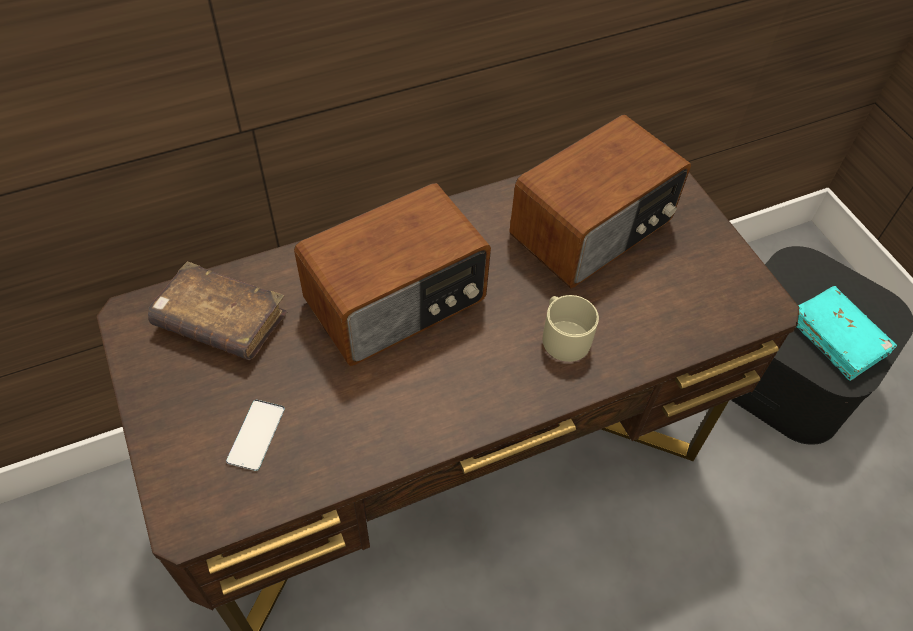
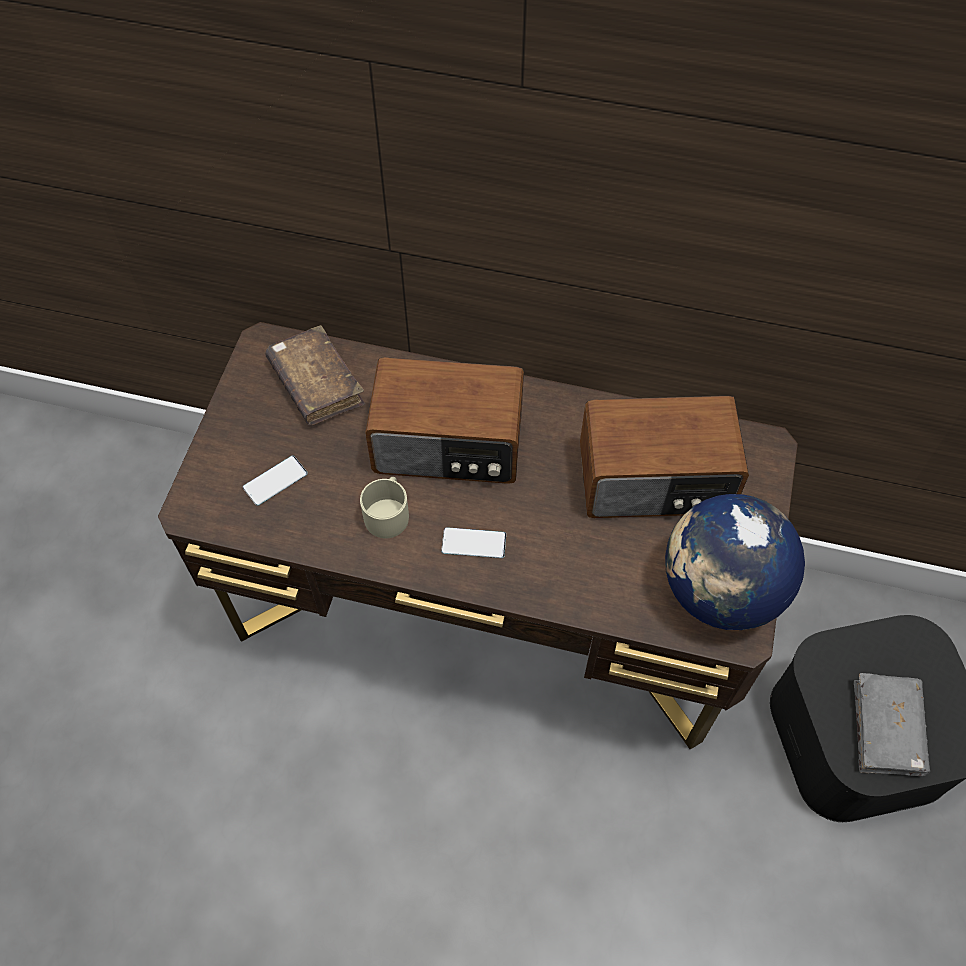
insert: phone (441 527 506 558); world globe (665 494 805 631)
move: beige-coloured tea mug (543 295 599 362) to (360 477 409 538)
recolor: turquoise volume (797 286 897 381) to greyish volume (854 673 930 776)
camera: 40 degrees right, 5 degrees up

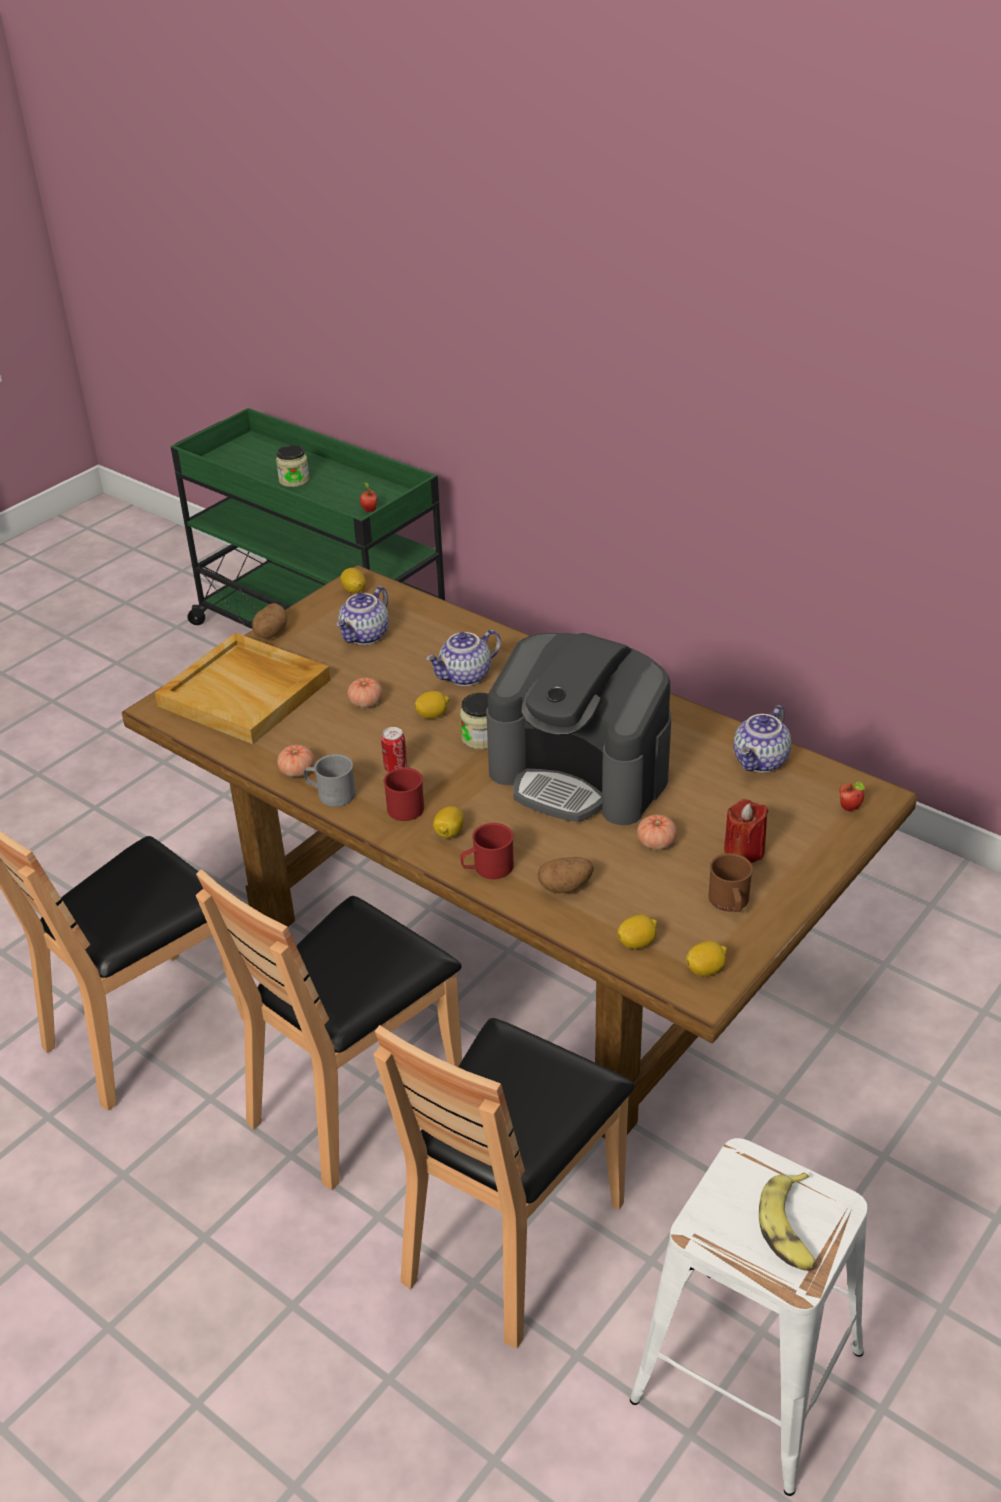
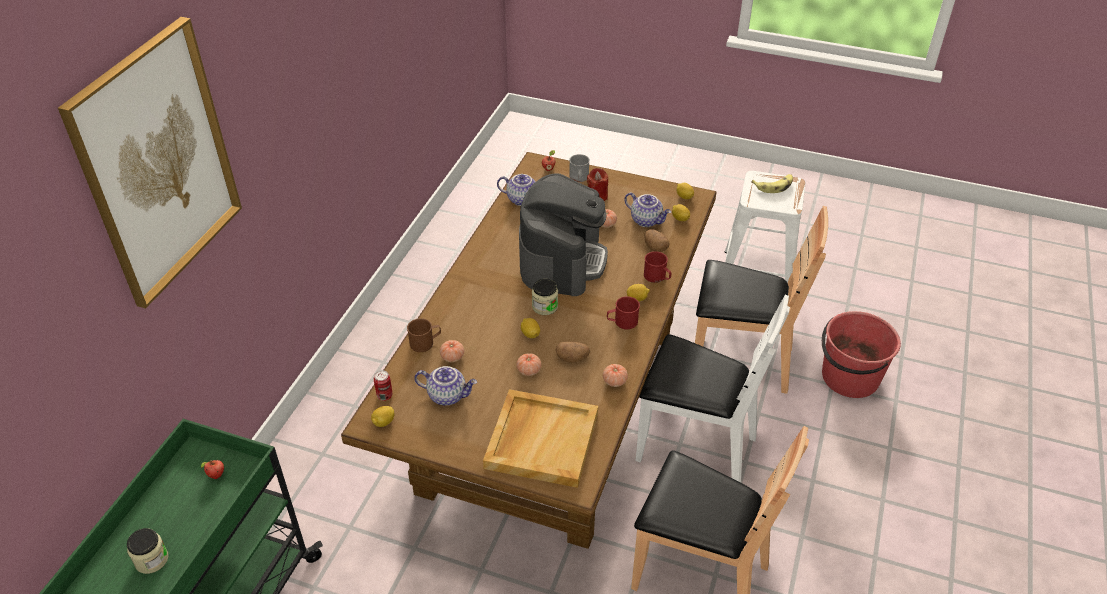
insert: picture (58 17 242 309); fresh tomato (440 340 464 362); reddish water bucket (822 311 901 398)
move: sealed can (381 727 407 772) to (374 370 392 401); brown tea mug (708 853 753 912) to (407 318 441 352); spud (252 603 288 638) to (556 341 590 363); greyish tea mug (304 754 356 807) to (569 154 590 182); pot for tea (426 630 501 686) to (624 192 671 227)
recolor: brown upright chair (196 869 462 1190) to white-coloured upright chair (636 294 790 483)
camera: 110 degrees left, 5 degrees up

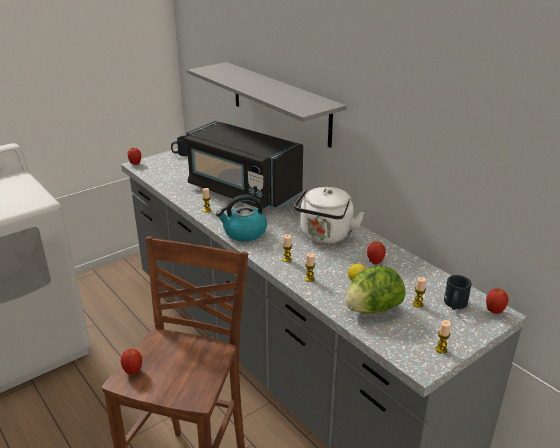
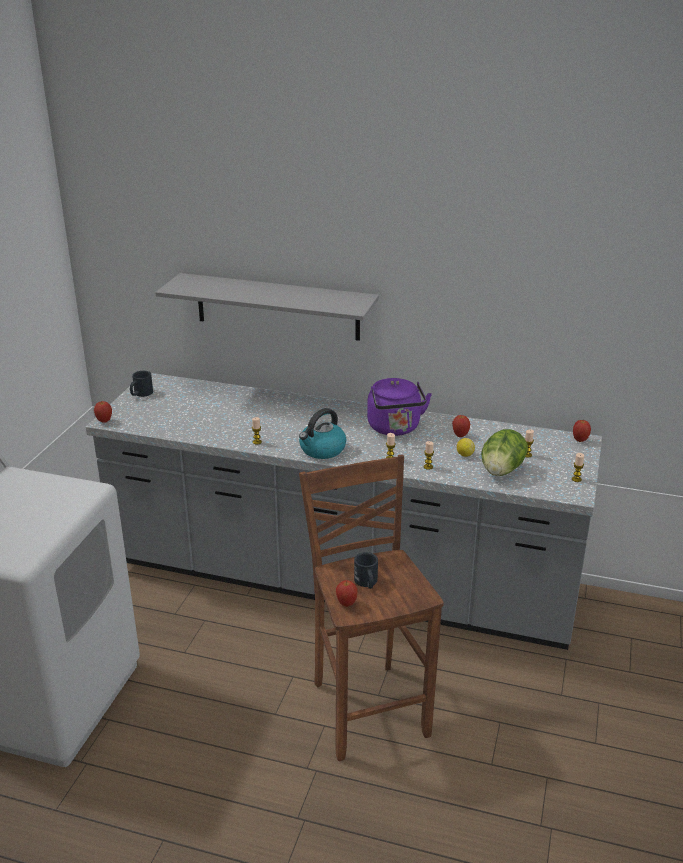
delete: blackish microwave oven (184 121 303 209)
move: blackish tea mug (444 275 472 310) to (354 552 378 589)
recolor: white-coloured kettle (294 187 364 244) to purple kettle (367 378 432 436)
camera: 35 degrees left, 0 degrees up

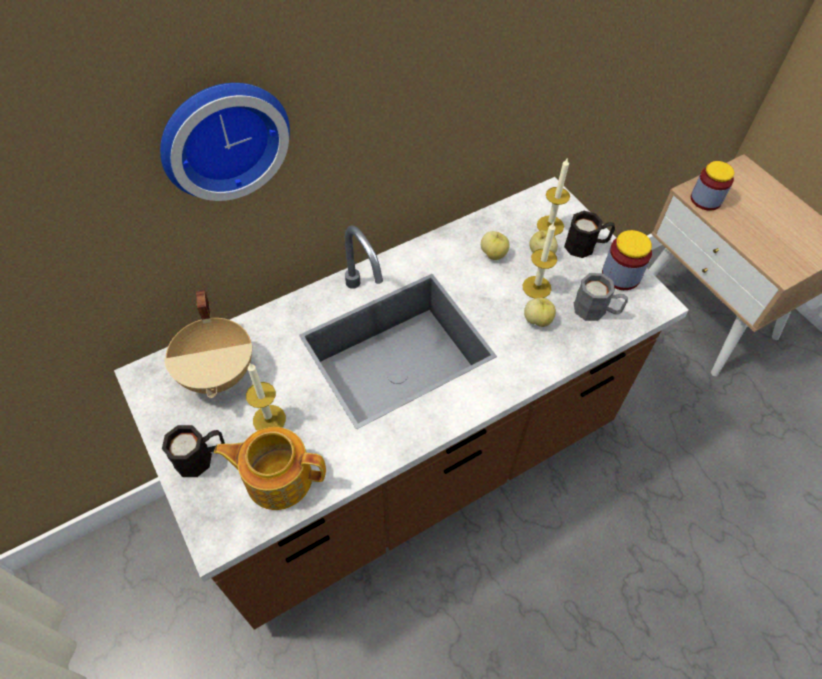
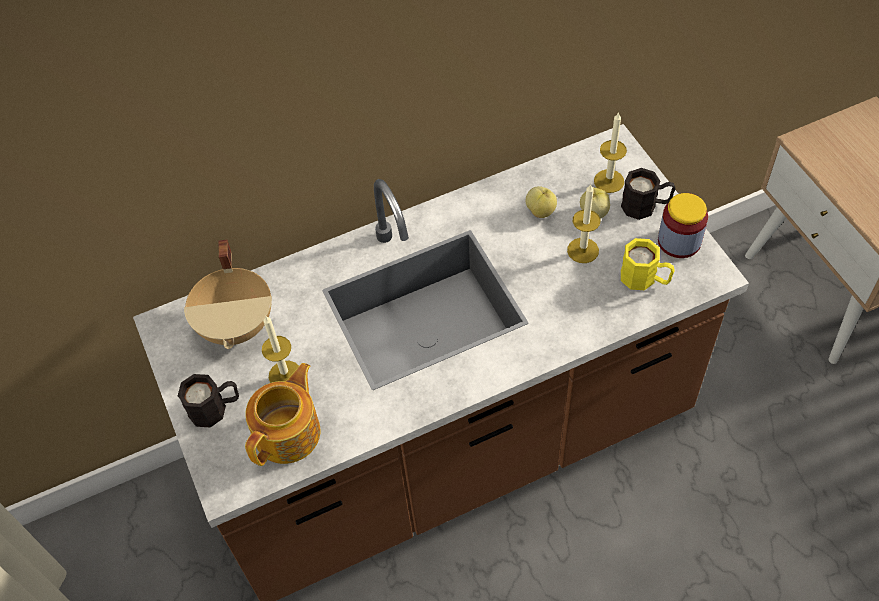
delete: hanging clock (160 83 290 201); apple fruit (524 298 556 327); storage jar (691 161 735 211)
recolor: greyish tea mug (574 273 628 321) to yellowish tea mug (621 238 675 290)
rotate: pot for tea (214 427 326 510) = (245 363 320 466) 105 degrees clockwise
camera: 10 degrees right, 0 degrees up

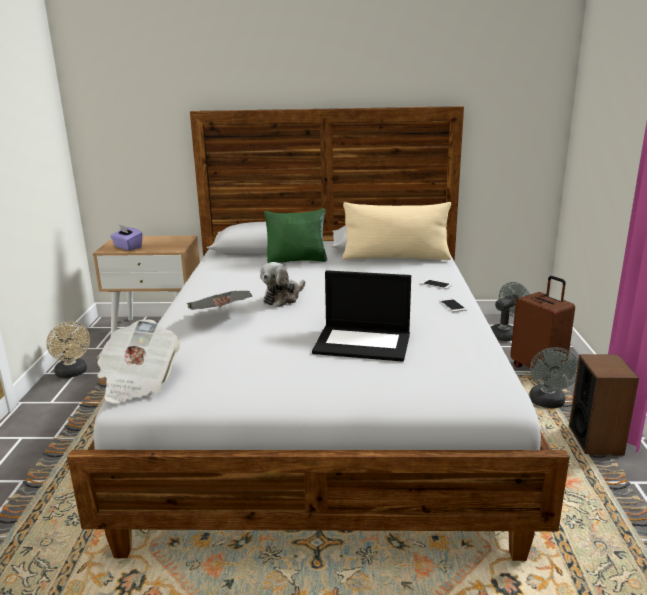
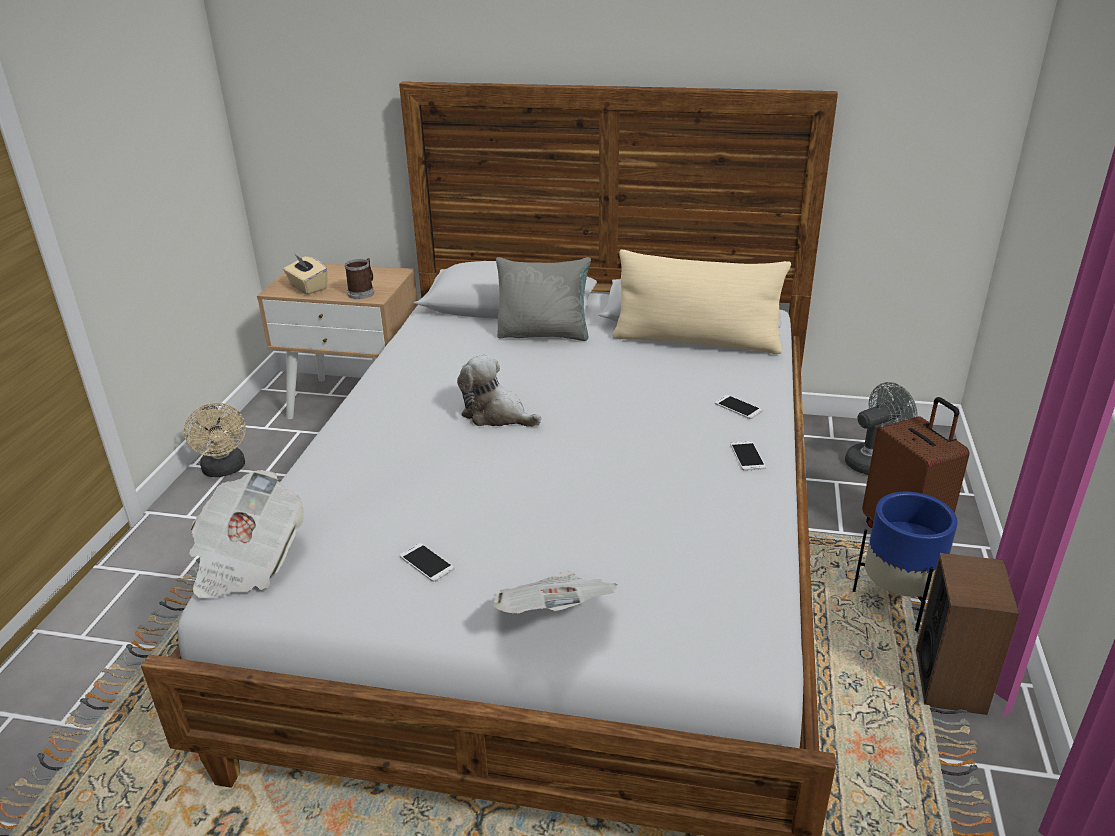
delete: portable computer (312 270 411 362)
insert: tea mug (345 258 374 299); phone (400 543 455 582)
move: printed paper (187 291 252 310) to (493 571 618 613)
replace: greyish cooling fan (529 347 578 408) to bluish flower pot (853 492 958 632)
recolor: purple tissue box (110 225 143 251) to beige-coloured tissue box (283 253 328 295); green-coloured cushion (264 208 327 263) to greyish cushion (496 257 591 341)
rotate: plush toy (260 262 305 307) = (457 355 541 427) 75 degrees clockwise
camera: 10 degrees right, 10 degrees up

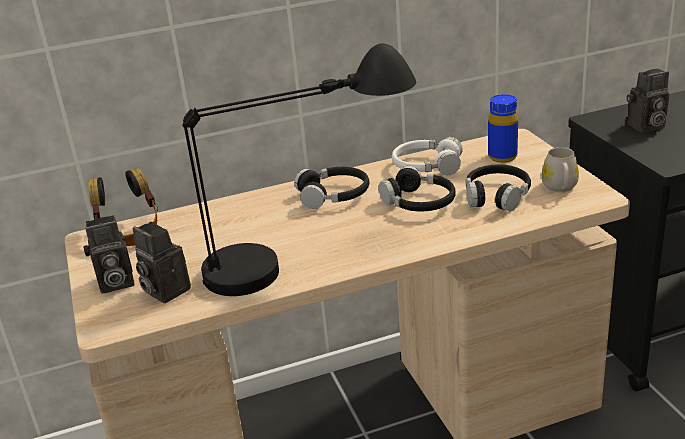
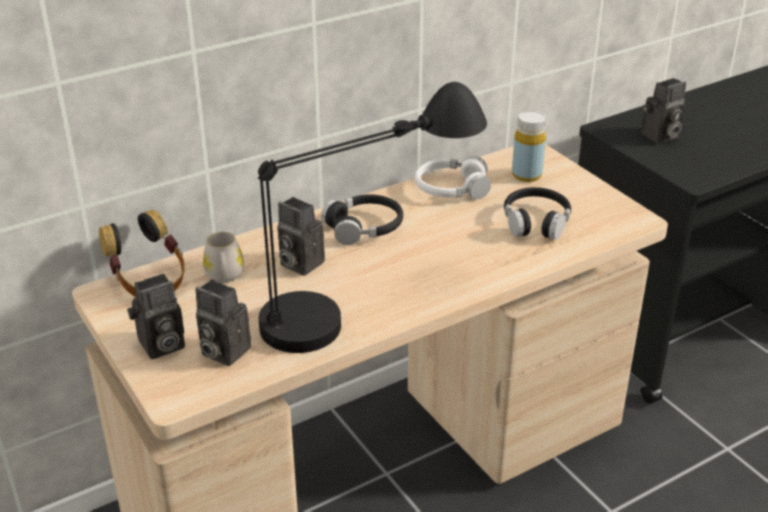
delete: blackish headphones (379 166 456 211)
insert: photo camera (277 197 325 276)
move: white-coloured tea mug (542 147 579 192) to (203 232 244 283)
recolor: bluish beverage bottle (488 94 518 163) to yellowish beverage bottle (512 111 546 182)
camera: 15 degrees left, 5 degrees up

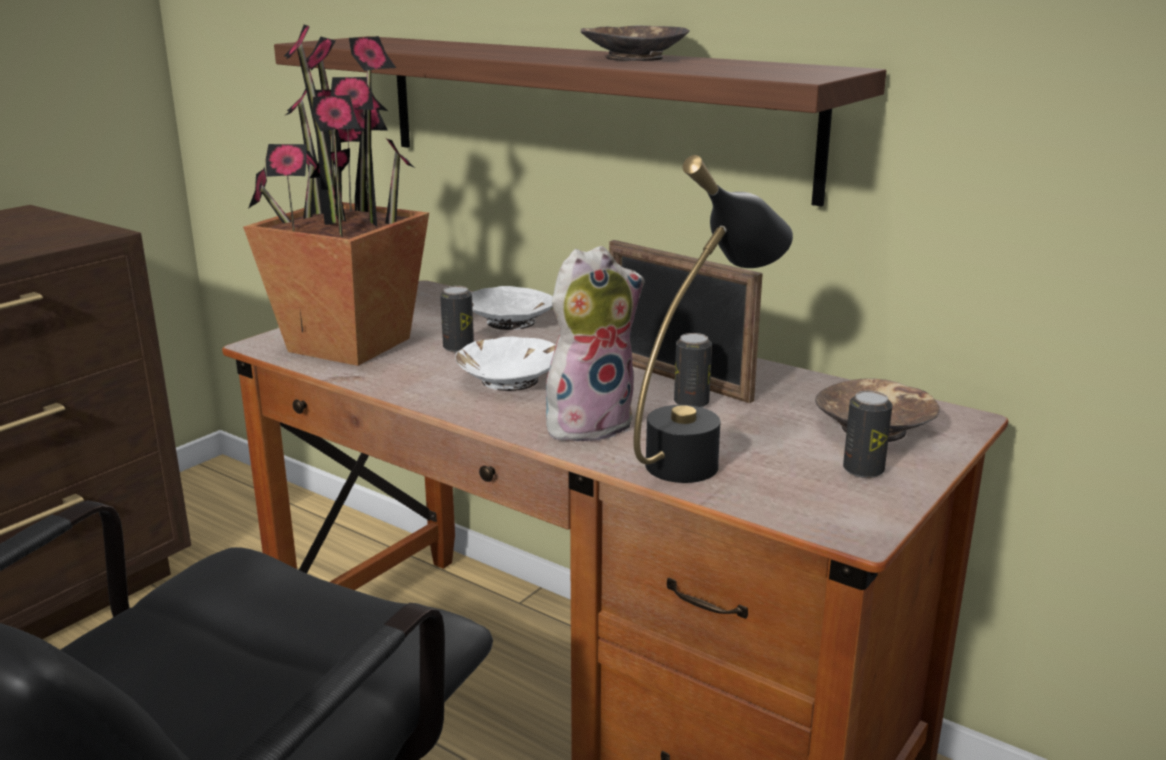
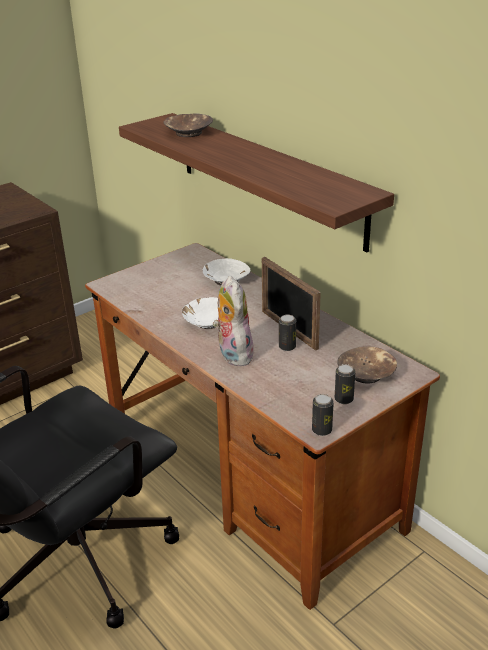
delete: plant in a pot (243 25 429 366); blackish tabletop lamp (634 155 793 483)
move: brown serving bowl (581 25 690 61) to (163 113 213 137); sealed can (440 286 474 352) to (312 394 334 436)
rotate: plush toy (546 246 644 442) = (213 276 254 366) 90 degrees counterclockwise
camera: 15 degrees right, 10 degrees up

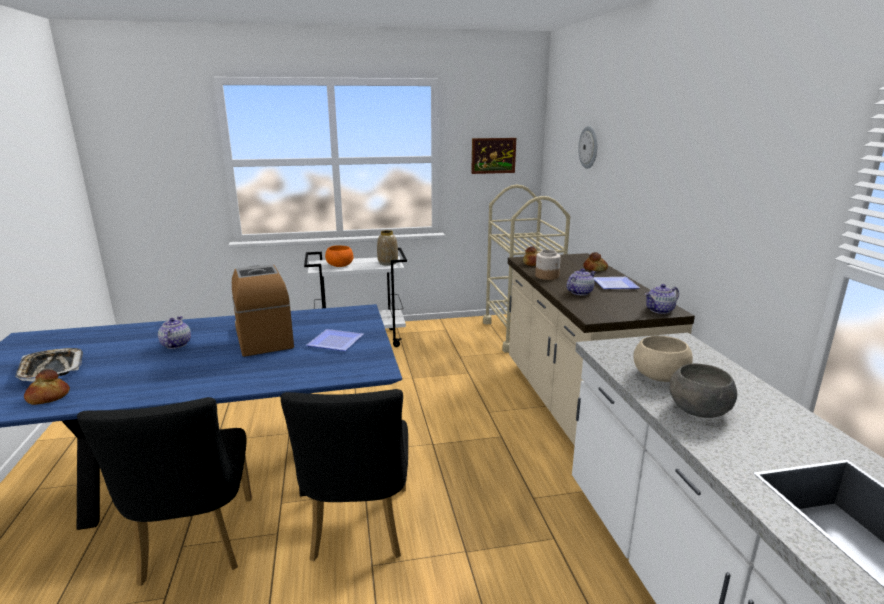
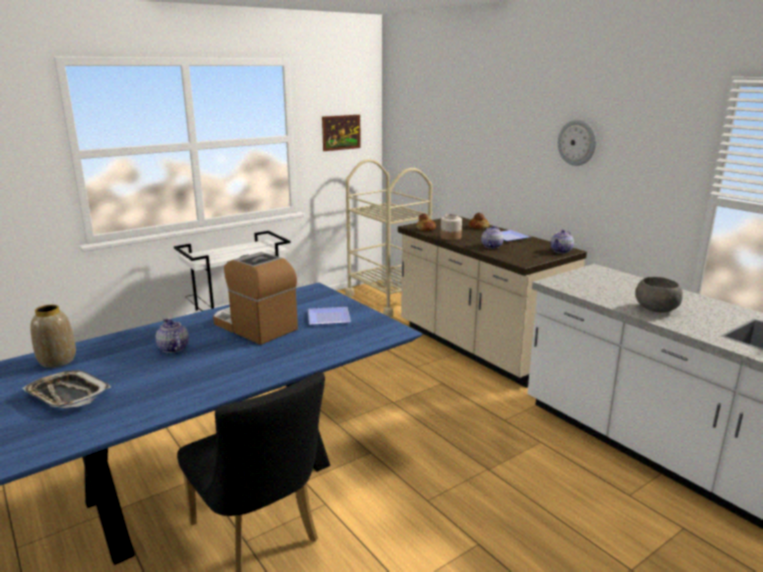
delete: bread (24 369 70 405); blackish upright chair (280 389 408 561); orange serving bowl (325 245 353 267); beige-coloured serving bowl (633 336 693 382)
move: flower vase (377 230 398 266) to (31 305 76 368); hanging clock (578 126 597 169) to (558 120 596 166)
camera: 25 degrees left, 0 degrees up

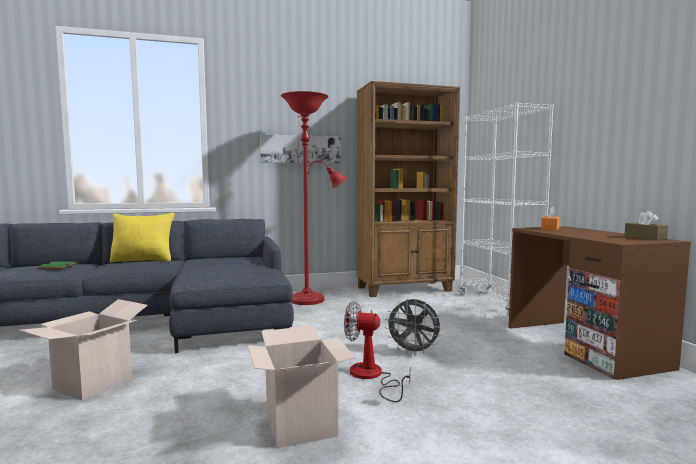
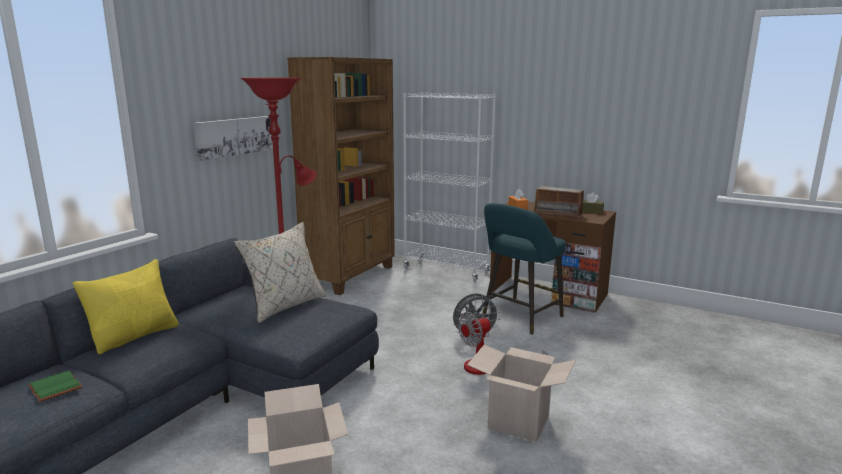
insert: beige-coloured cushion (234 222 326 323); turquoise sitting stool (483 203 566 335); radio receiver (532 186 586 218)
camera: 45 degrees left, 10 degrees up

